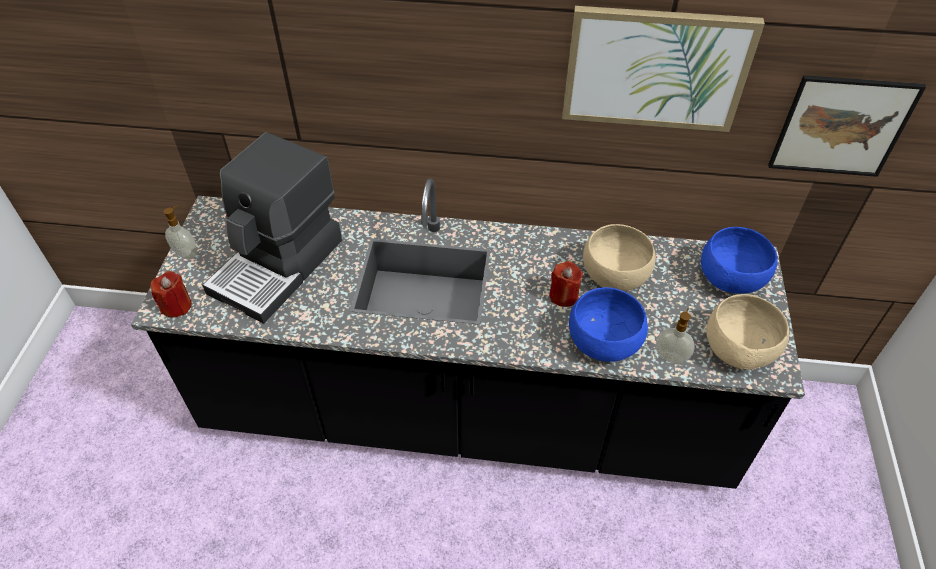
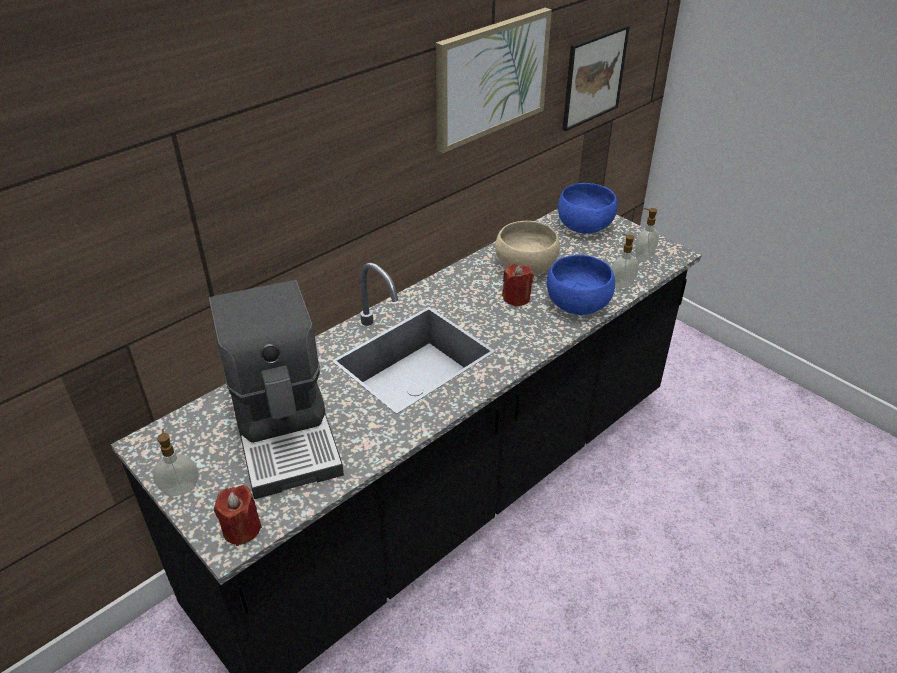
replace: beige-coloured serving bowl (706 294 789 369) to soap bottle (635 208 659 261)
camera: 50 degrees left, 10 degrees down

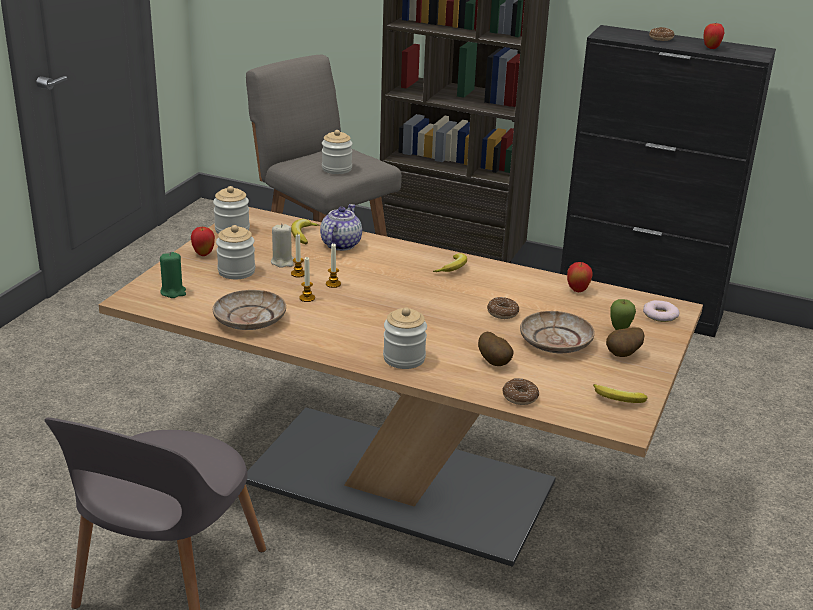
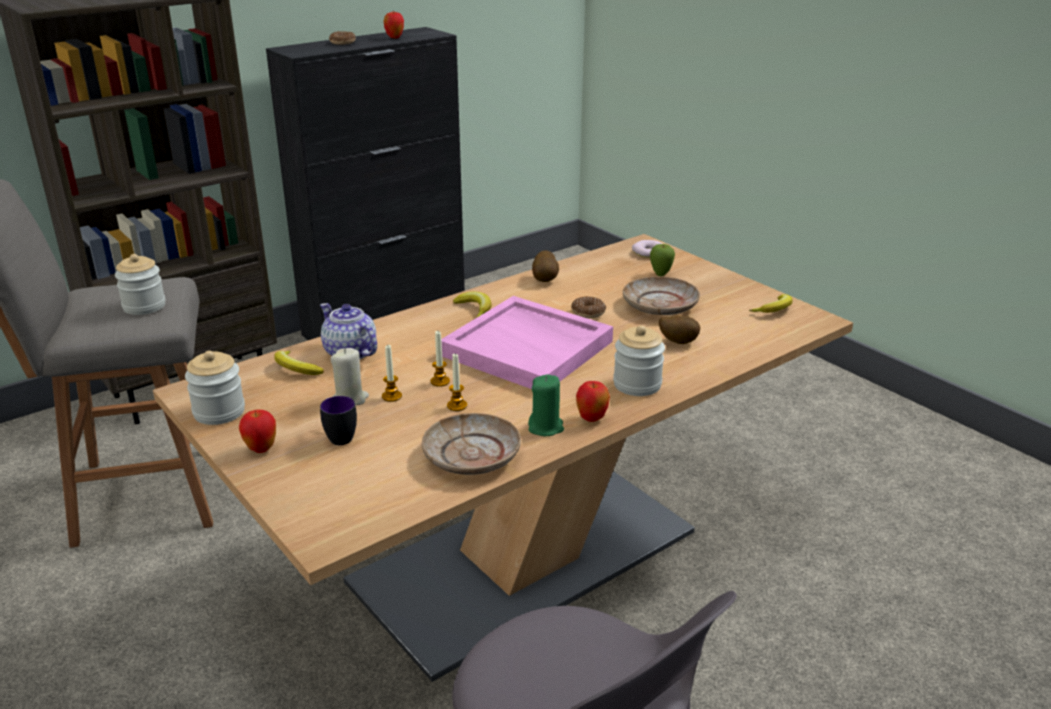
delete: ring doughnut (503 378 539 405)
insert: pink-coloured carrying tray (441 296 613 389)
move: green-coloured wax light (160 252 186 298) to (528 375 564 436); spud (606 327 645 357) to (532 250 559 282); apple fruit (567 262 593 292) to (576 381 610 422)
replace: storage jar (216 225 255 279) to tea mug (320 396 357 445)
camera: 60 degrees left, 0 degrees up

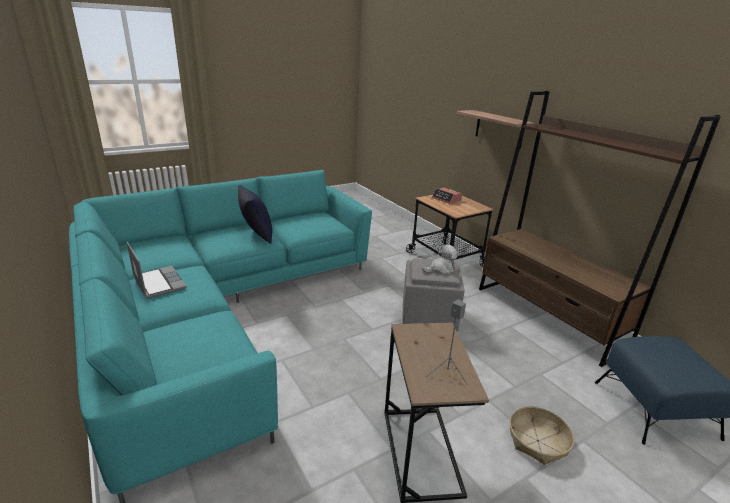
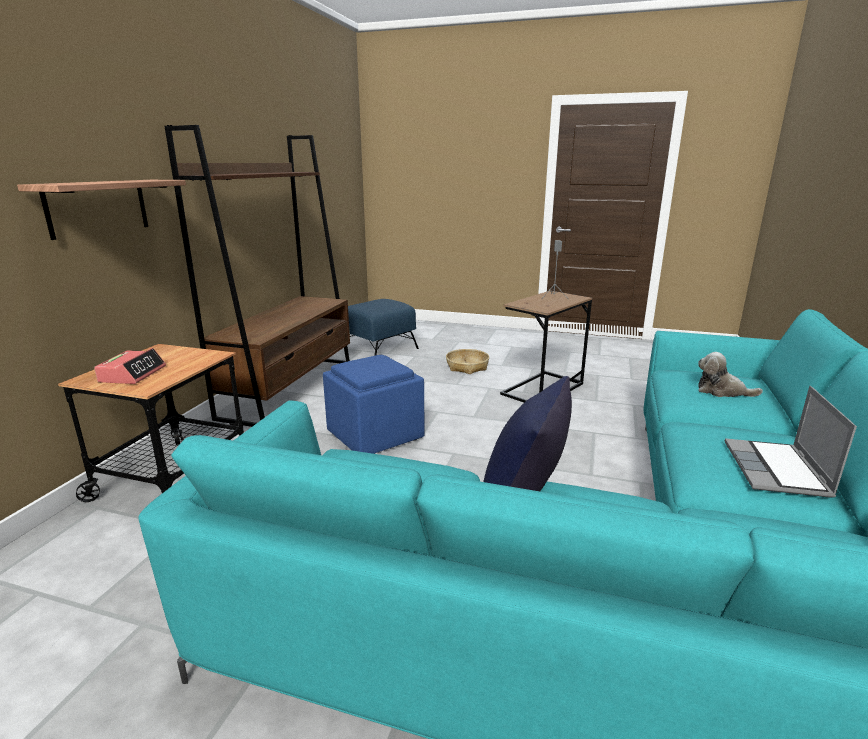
move: plush toy (422 244 458 274) to (698 352 763 397)
recolor: greyish footrest (402 258 465 331) to bluish footrest (323 355 424 454)
camera: 130 degrees left, 5 degrees down

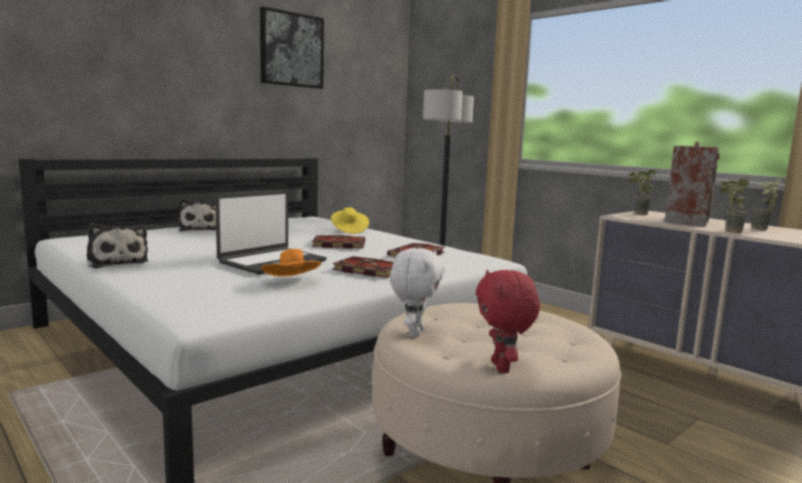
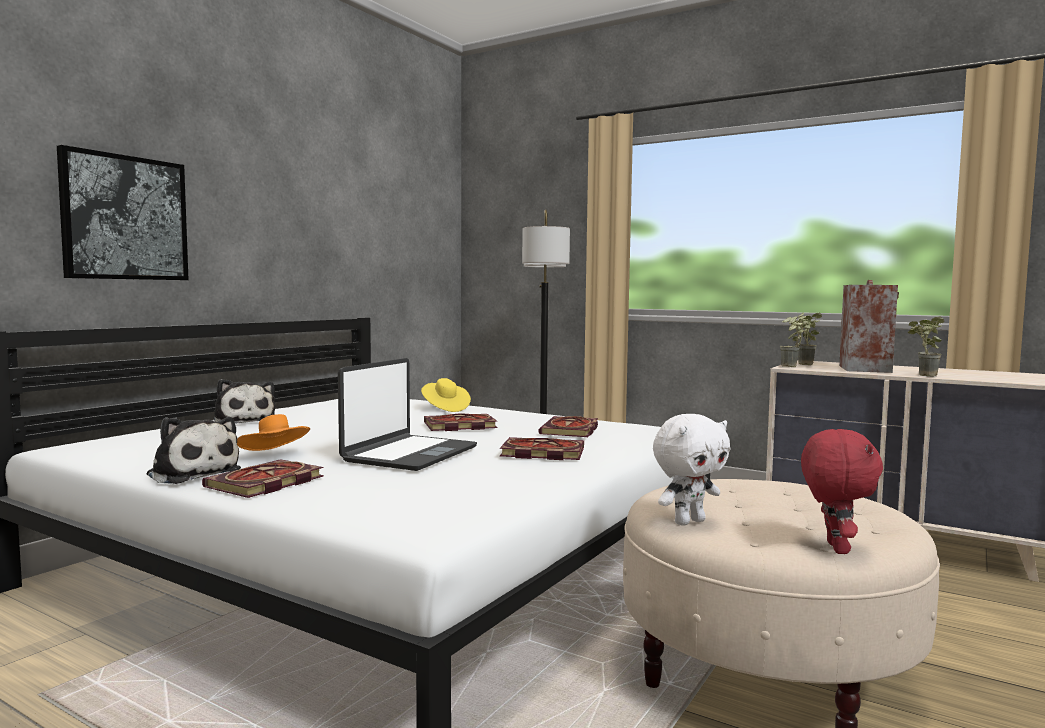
insert: volume (202 459 324 498)
move: picture (260 7 324 89) to (57 145 189 280); orange hat (261 249 322 276) to (237 414 310 451); plant in a pot (752 177 784 230) to (780 313 807 367)
rotate: white-coloured plush toy (390 248 444 338) = (653 414 730 526) 60 degrees clockwise; reddish plush toy (476 270 540 373) = (801 429 883 554) 150 degrees counterclockwise
camera: 15 degrees left, 5 degrees down

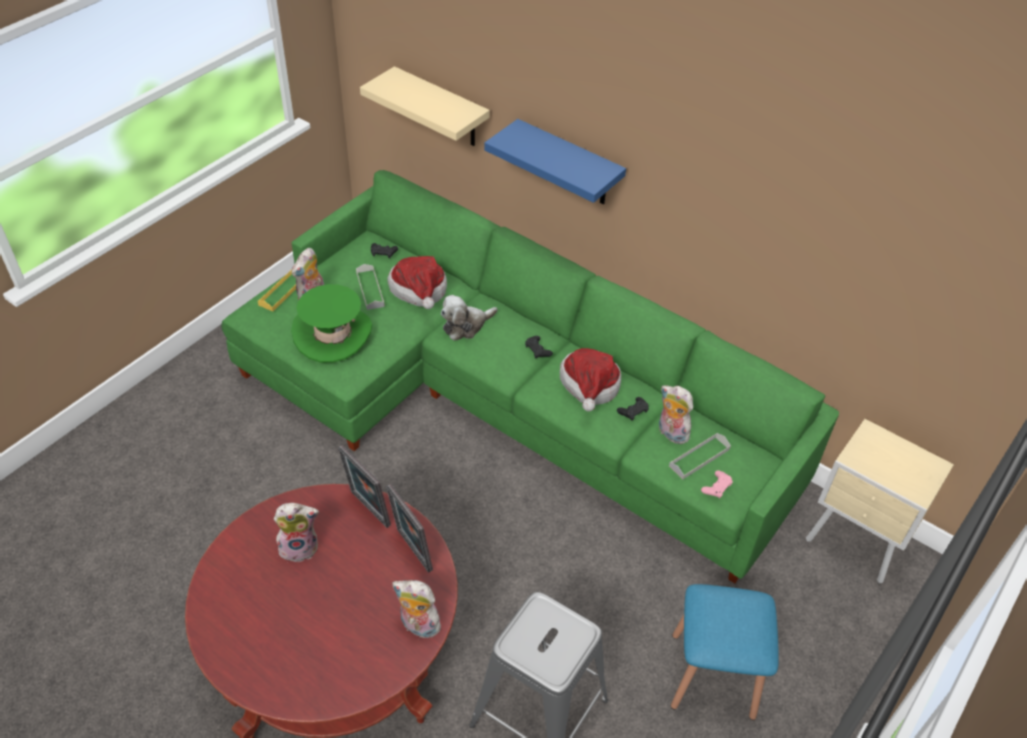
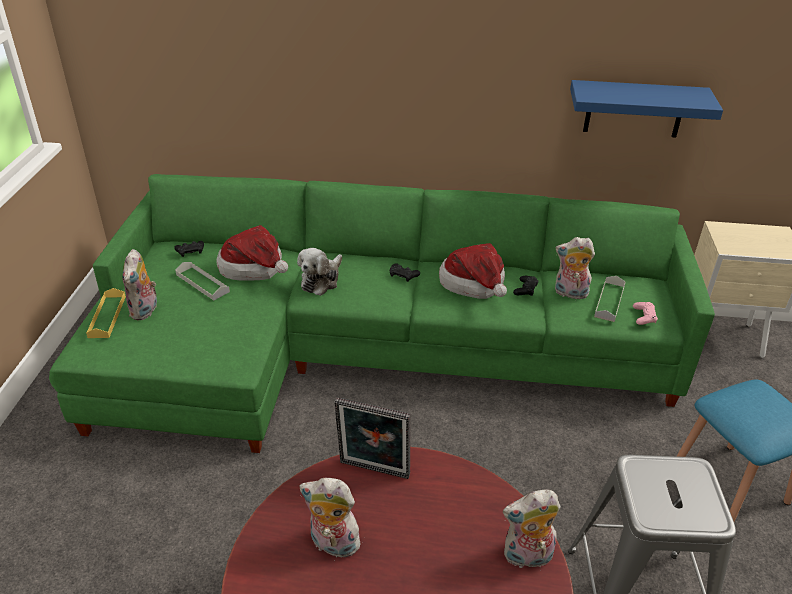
delete: green-coloured hat (291 284 372 363); beige-coloured bracket shelf (360 66 490 146); picture frame (386 483 433 573)
move: bluish bracket shelf (484 119 626 204) to (570 80 723 137)
rotate: plush toy (274 503 319 564) = (300 478 366 561) 120 degrees counterclockwise
camera: 30 degrees left, 10 degrees down

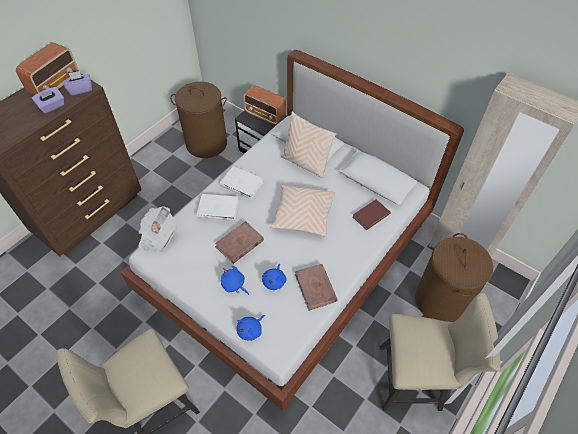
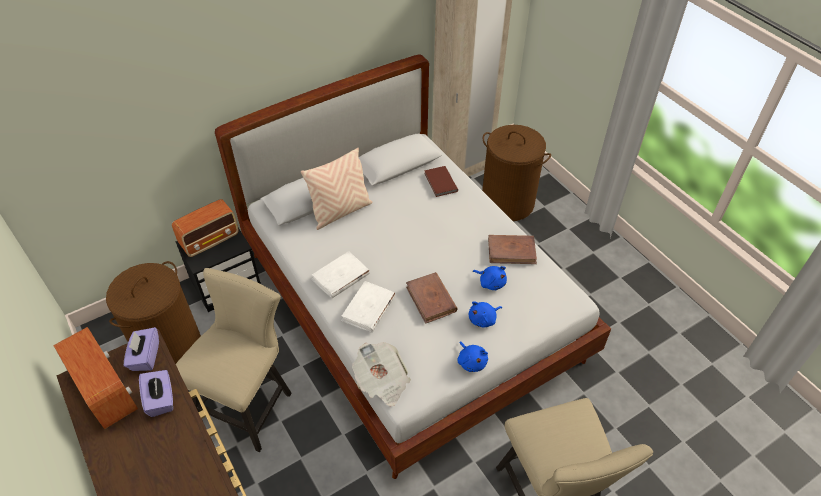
delete: beige-coloured cushion (270 185 335 237)
move: beige-coloured upright chair (380 292 500 411) to (176 268 291 452); bluish plush toy (237 315 265 341) to (458 341 488 372)
camera: 70 degrees left, 5 degrees down

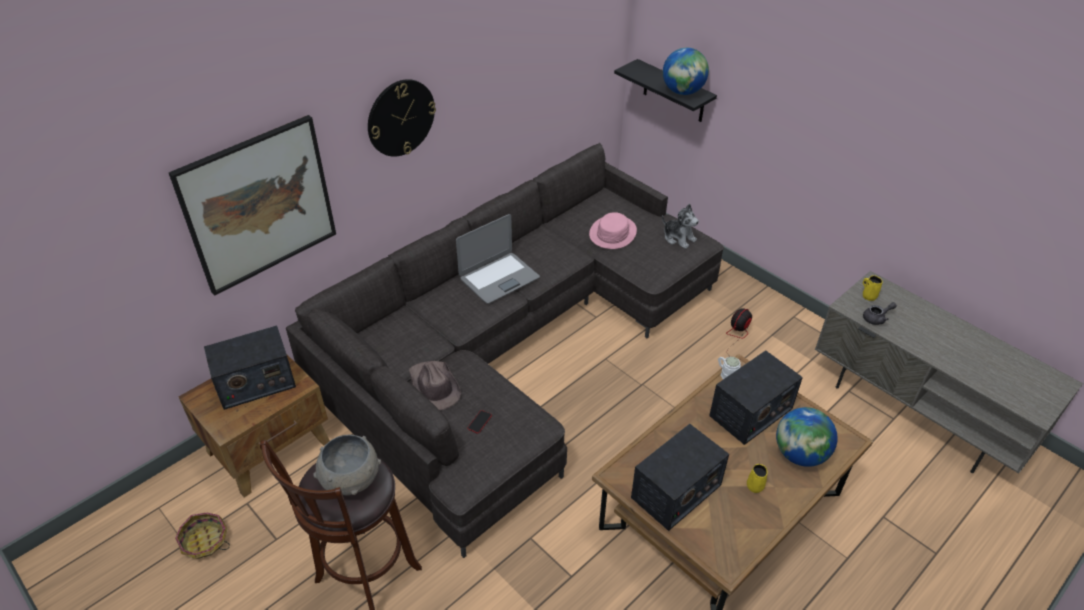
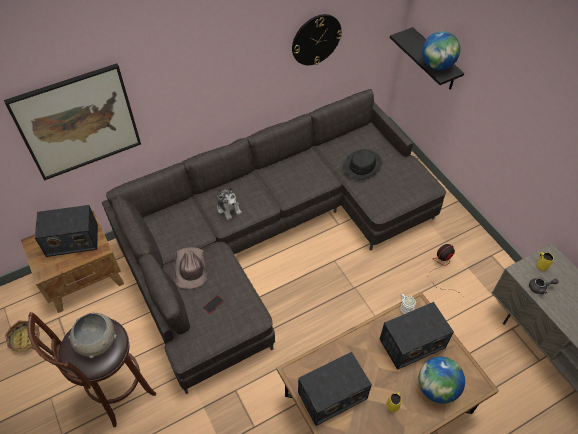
delete: portable computer (456 214 540 304)
move: plush toy (662 204 699 249) to (217 187 242 220); hanging clock (368 79 436 157) to (292 14 342 65)
recolor: pink-coloured hat (589 212 637 249) to blackish hat (343 149 382 180)
camera: 15 degrees right, 10 degrees up

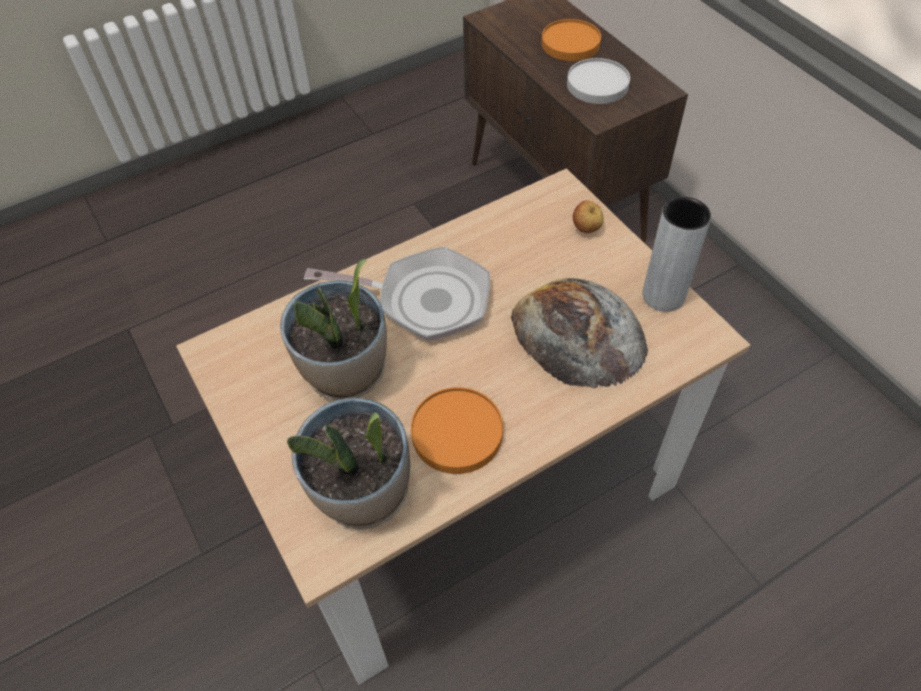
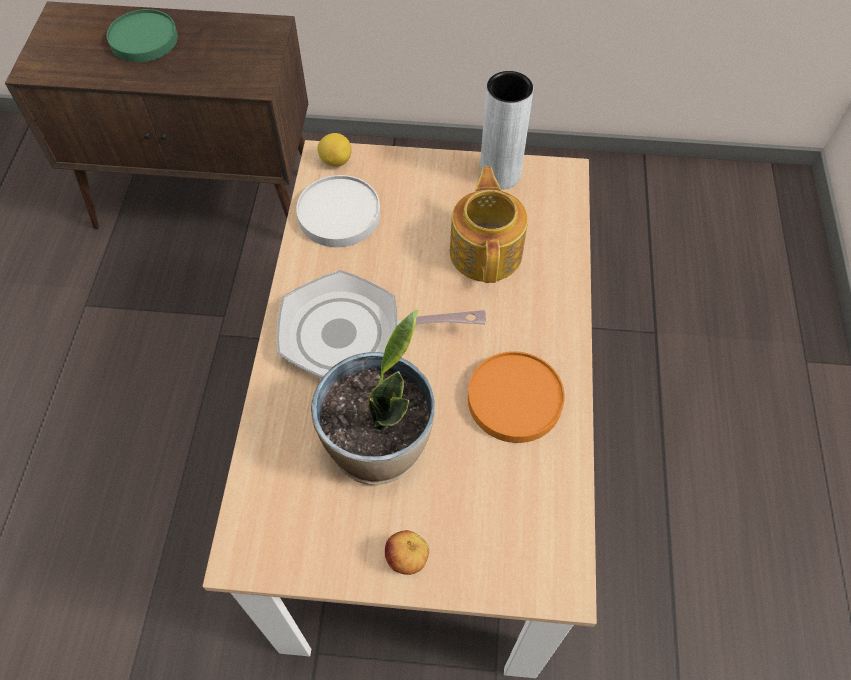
delete: plant in a pot (287 398 410 530)
insert: citrus fruit (318 133 351 167)
move: white-coloured plate (567 58 630 104) to (296 175 380 247); apple fruit (573 200 604 233) to (385 530 429 575)
replace: bread (511 278 648 388) to pot for tea (450 167 528 283)
recolor: orange plate (542 19 601 61) to green-coloured plate (107 9 178 62)
rotate: skillet (304 246 490 341) = (276 270 486 378) 135 degrees counterclockwise
camera: 55 degrees left, 5 degrees up

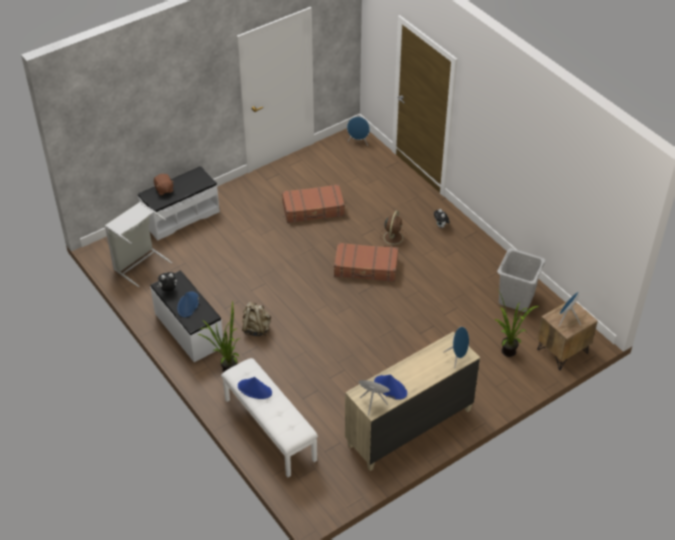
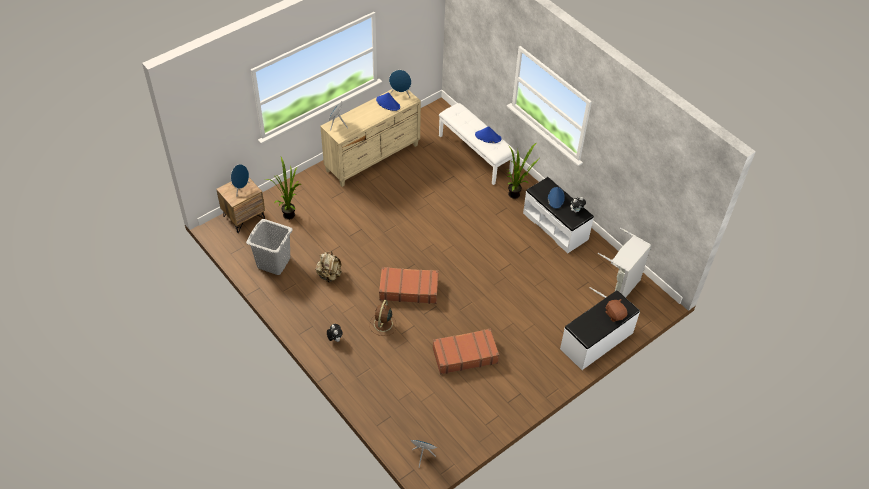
move: beige-coloured backpack (242 302 271 336) to (316 251 342 283)
camera: 175 degrees right, 5 degrees up

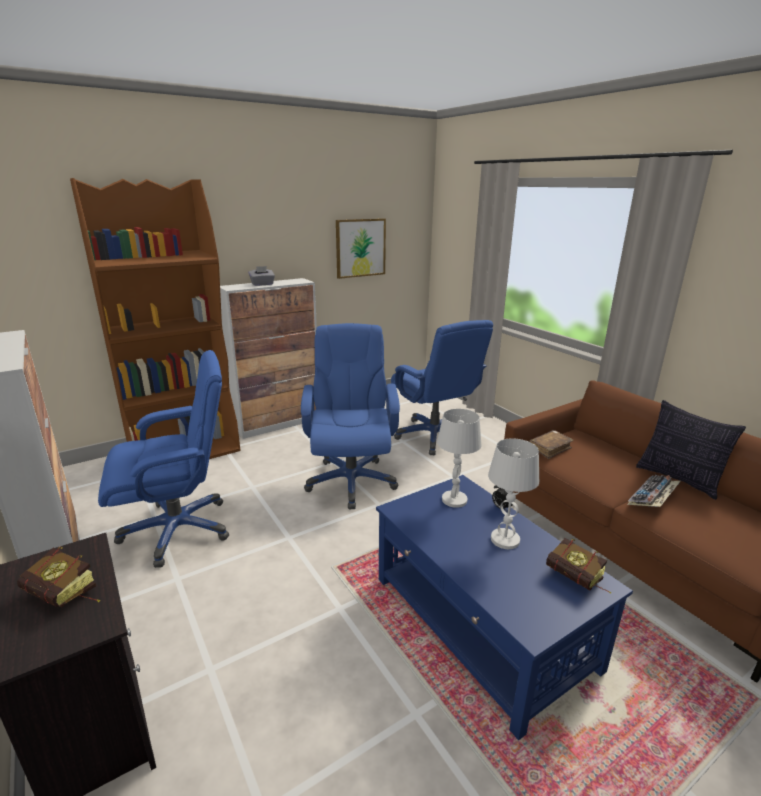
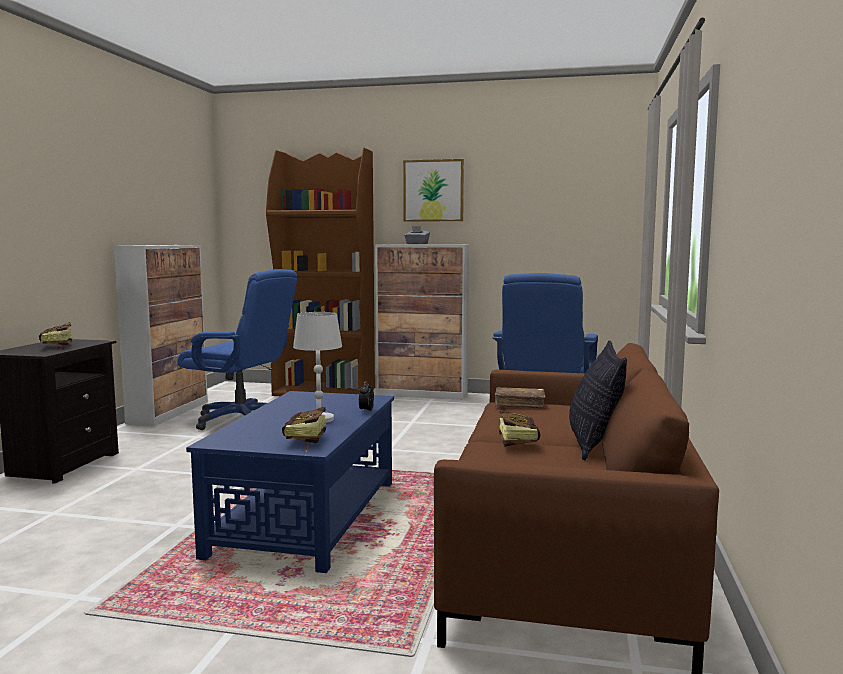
delete: bluish computer chair (301 323 400 509); white-coloured tabletop lamp (437 409 481 508)
move: picture (336 218 386 279) to (403 159 464 222)
replace: PC keyboard (627 475 681 507) to volume (499 410 540 447)
camera: 45 degrees right, 15 degrees down

